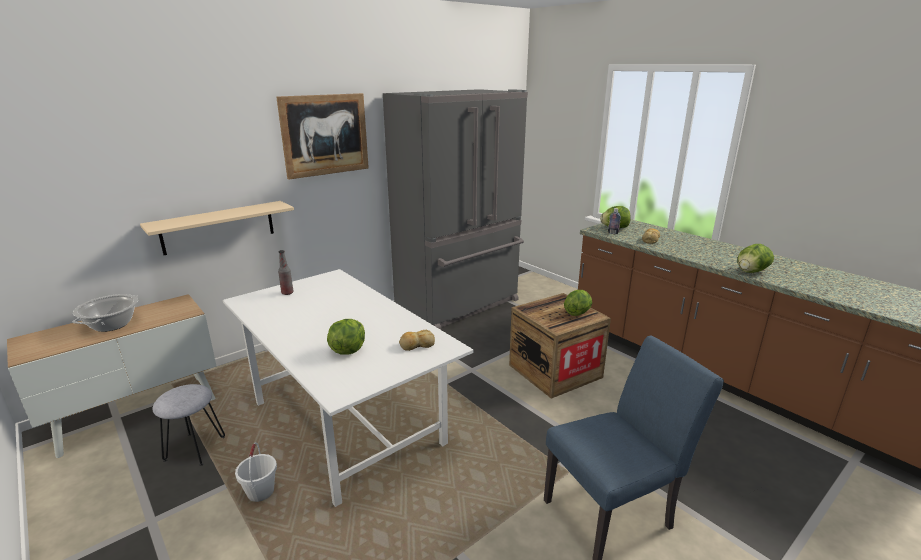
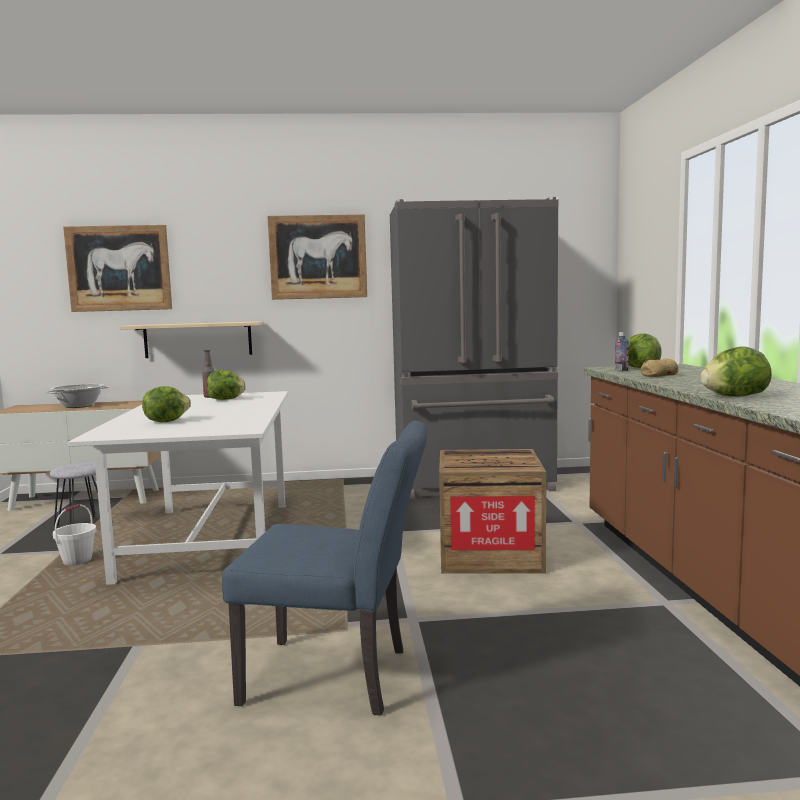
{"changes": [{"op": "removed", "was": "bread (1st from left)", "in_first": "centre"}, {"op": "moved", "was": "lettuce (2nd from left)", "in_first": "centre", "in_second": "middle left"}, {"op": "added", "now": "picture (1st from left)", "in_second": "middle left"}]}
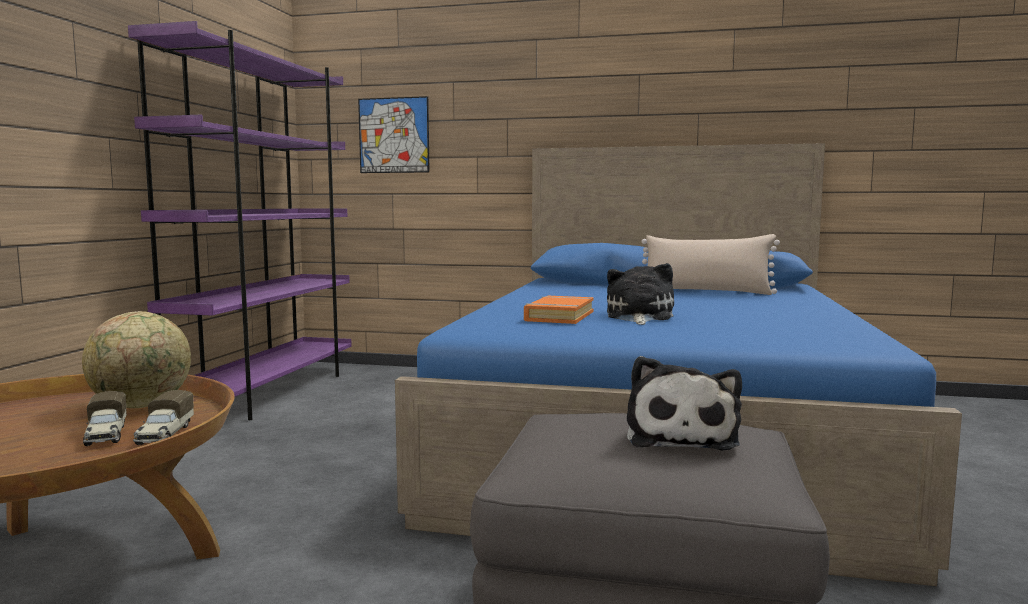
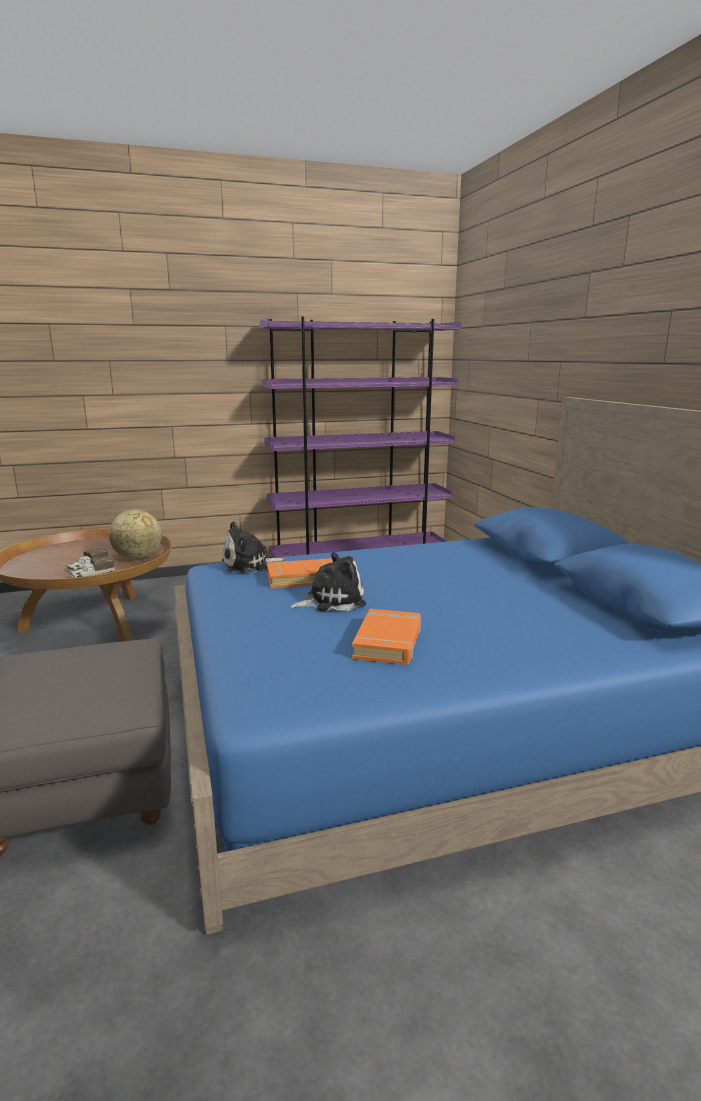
{"changes": [{"op": "removed", "was": "picture", "in_first": "top centre"}, {"op": "moved", "was": "plush toy (2nd from left in the first image)", "now": "plush toy (1st from left)", "in_first": "bottom centre", "in_second": "centre"}, {"op": "removed", "was": "beige pillow", "in_first": "middle right"}, {"op": "added", "now": "orange book (2nd from left)", "in_second": "centre"}]}
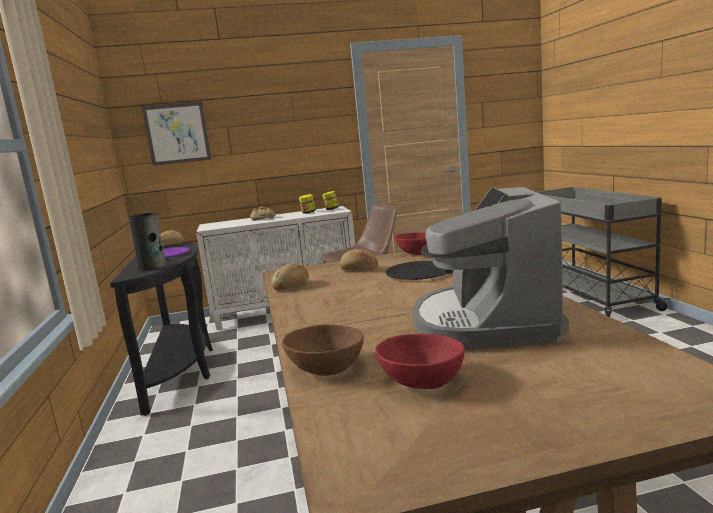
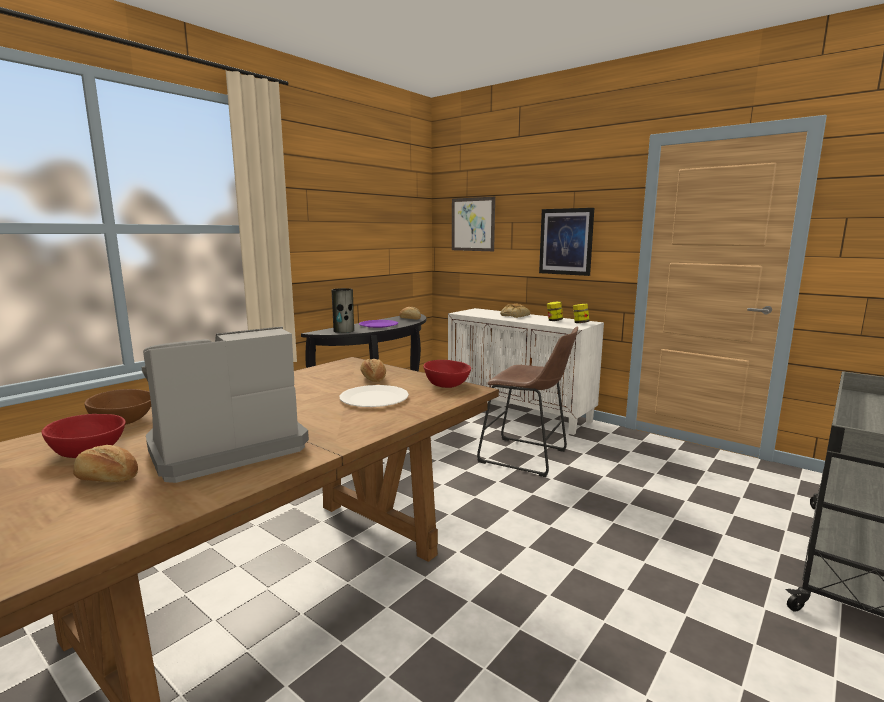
{"changes": [{"op": "moved", "was": "bread (3rd from left in the first image)", "now": "bread (1st from left)", "in_first": "centre", "in_second": "middle left"}, {"op": "recoloured", "was": "black plate", "now": "white plate", "in_first": "centre", "in_second": "centre"}, {"op": "added", "now": "picture (2nd from left)", "in_second": "centre"}]}
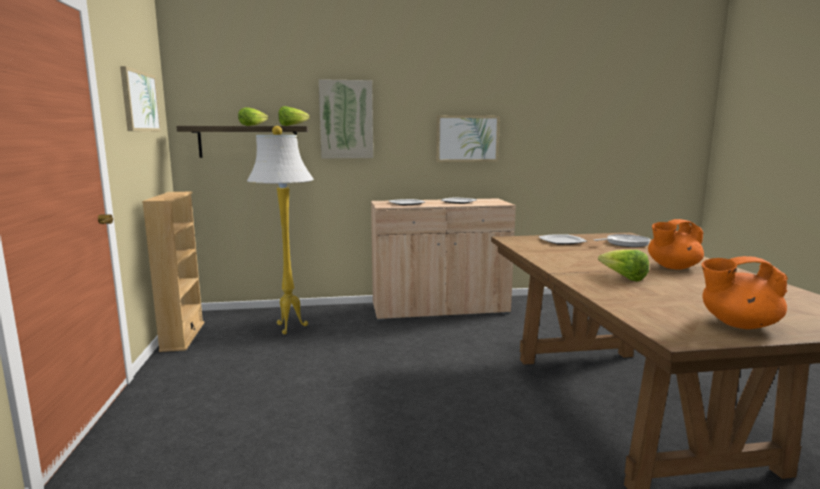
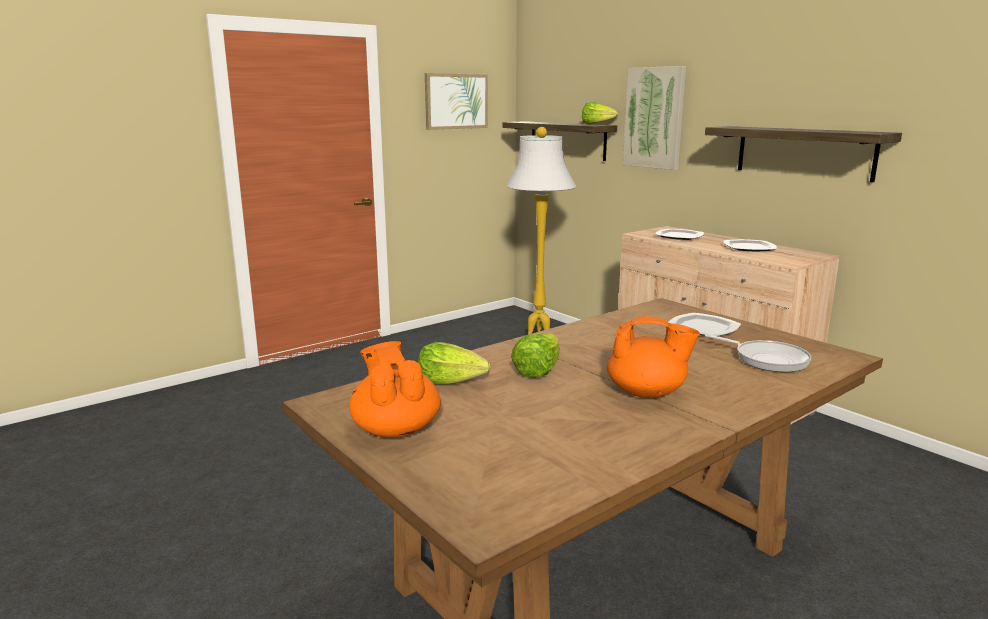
{"changes": [{"op": "removed", "was": "beige bookcase", "in_first": "middle left"}, {"op": "moved", "was": "lettuce (1st from left)", "in_first": "top left", "in_second": "centre"}, {"op": "replaced", "was": "picture (3rd from left)", "now": "shelf (2nd from left)", "in_first": "top centre", "in_second": "top right"}, {"op": "turned", "was": "orange teapot (1st from left in the first image)", "in_first": "middle right", "in_second": "centre", "clockwise": 150}]}
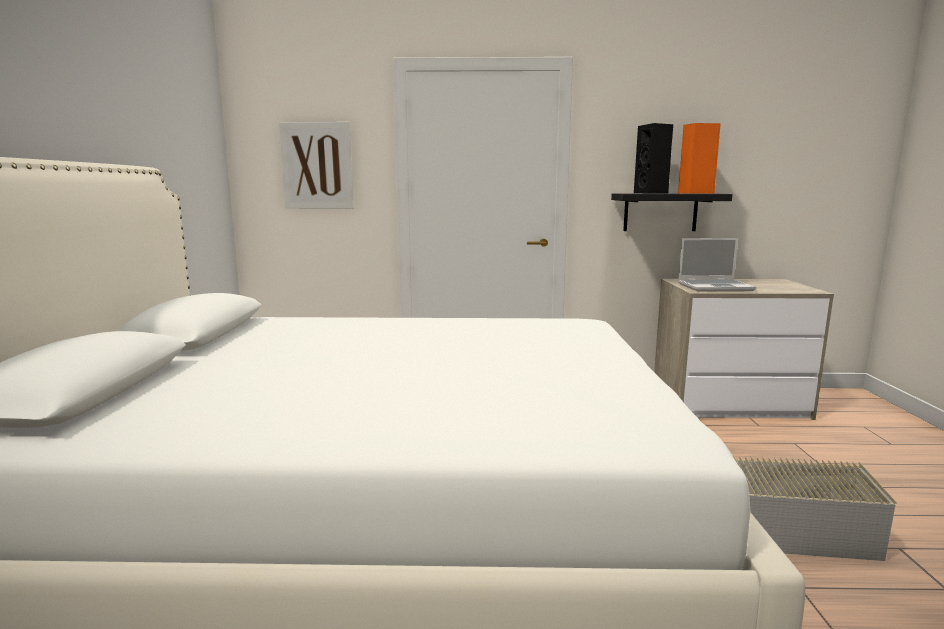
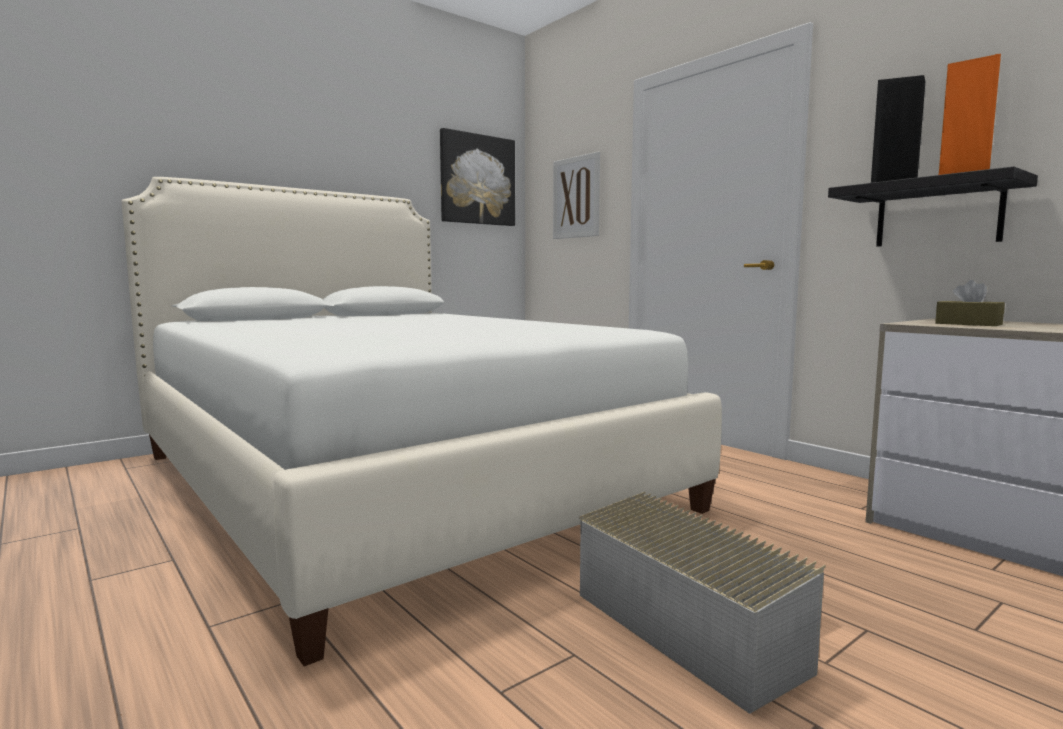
{"changes": [{"op": "replaced", "was": "laptop", "now": "brown tissue box", "in_first": "middle right", "in_second": "middle right"}, {"op": "added", "now": "picture (1st from left)", "in_second": "top centre"}]}
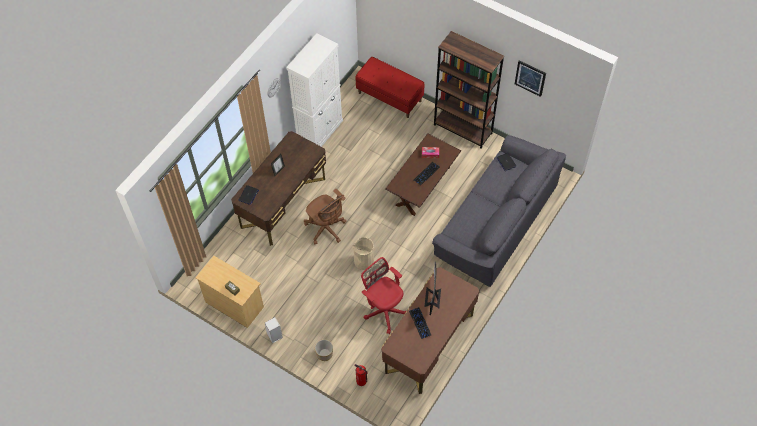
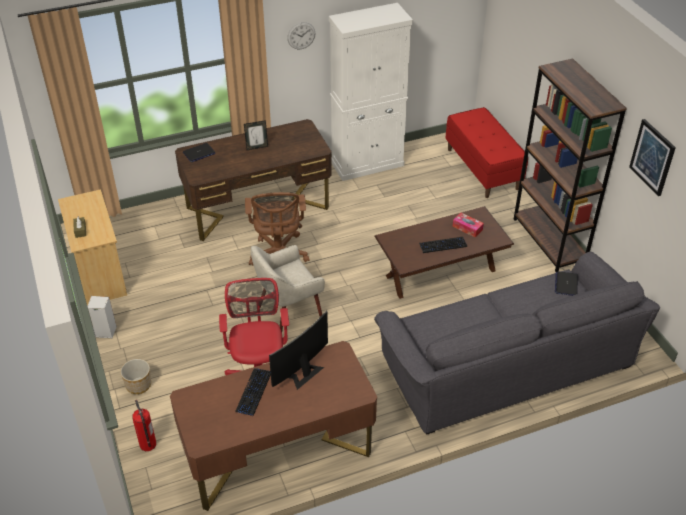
{"changes": [{"op": "replaced", "was": "beige trash can", "now": "beige armchair", "in_first": "centre", "in_second": "centre"}]}
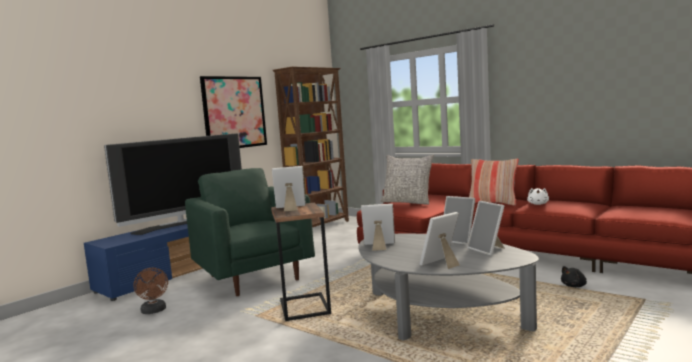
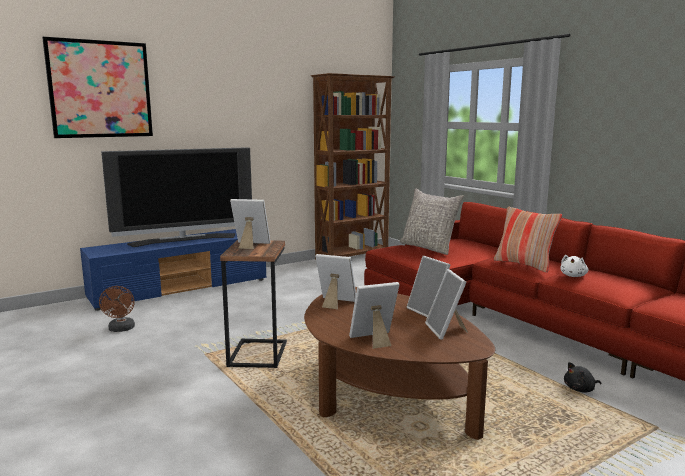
{"changes": [{"op": "removed", "was": "green armchair", "in_first": "centre"}, {"op": "moved", "was": "picture", "in_first": "top centre", "in_second": "top left"}, {"op": "recoloured", "was": "grey coffee table", "now": "brown coffee table", "in_first": "bottom centre", "in_second": "bottom centre"}]}
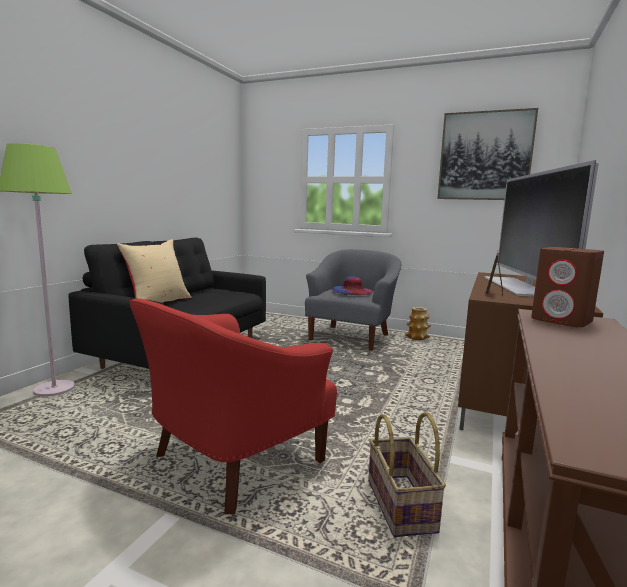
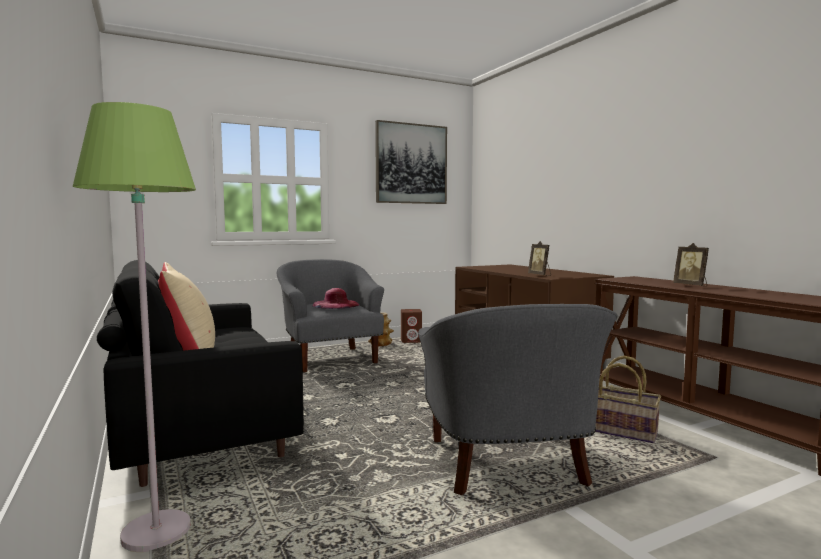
{"changes": [{"op": "recoloured", "was": "red armchair", "now": "grey armchair (2nd from left)", "in_first": "bottom centre", "in_second": "bottom centre"}, {"op": "recoloured", "was": "blue hat", "now": "pink hat", "in_first": "centre", "in_second": "centre"}, {"op": "removed", "was": "television", "in_first": "middle right"}, {"op": "moved", "was": "brown speaker", "in_first": "middle right", "in_second": "centre"}, {"op": "added", "now": "picture frame (2nd from left)", "in_second": "middle right"}]}
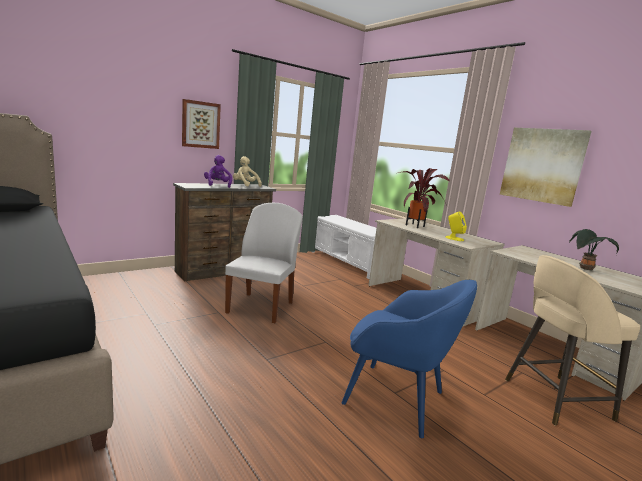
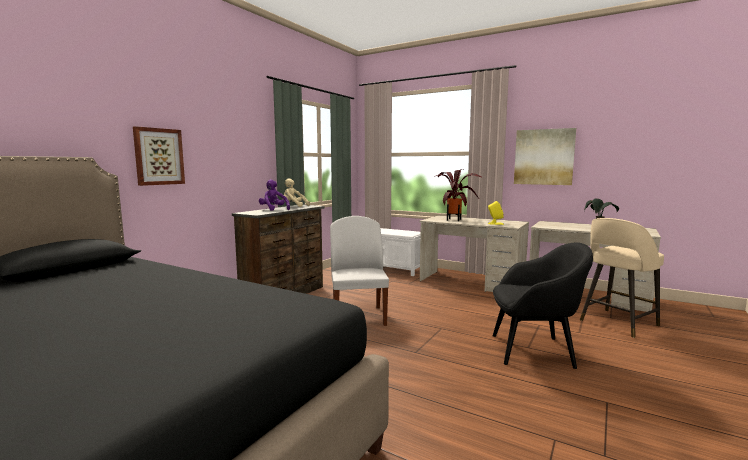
{"changes": [{"op": "moved", "was": "picture (1st from left)", "in_first": "top left", "in_second": "middle left"}, {"op": "recoloured", "was": "blue armchair", "now": "black armchair", "in_first": "bottom centre", "in_second": "middle right"}]}
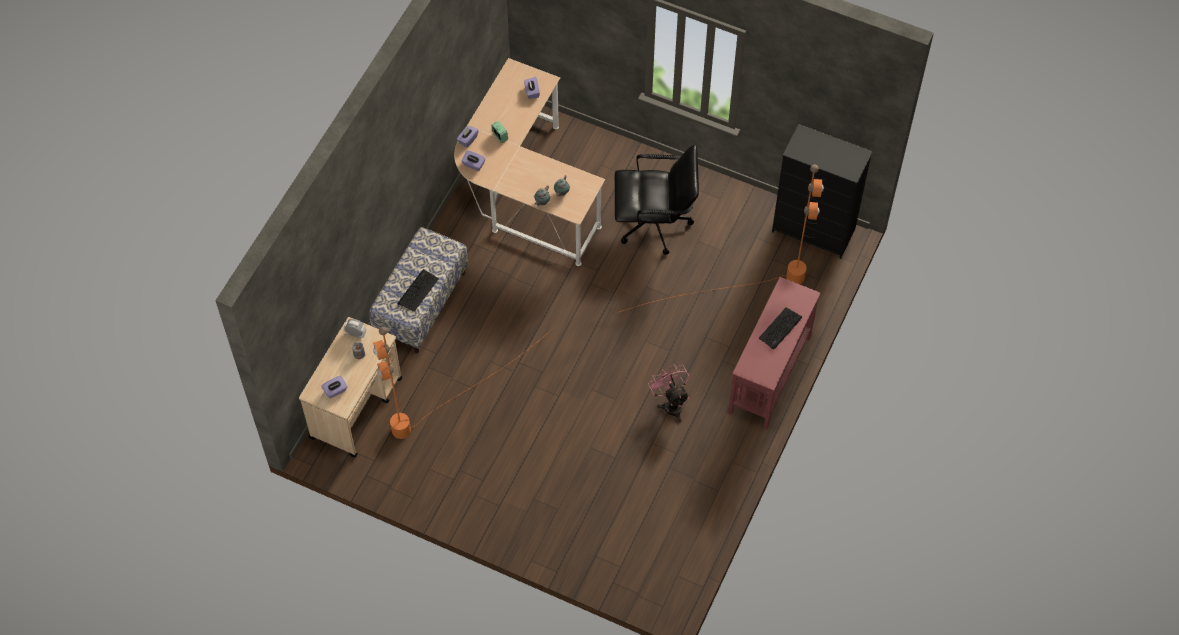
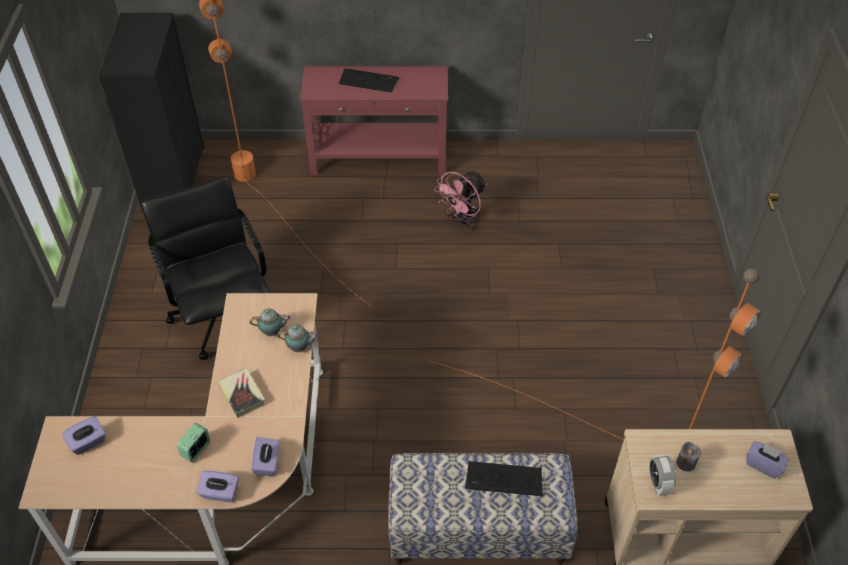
{"changes": [{"op": "added", "now": "book", "in_second": "bottom left"}]}
